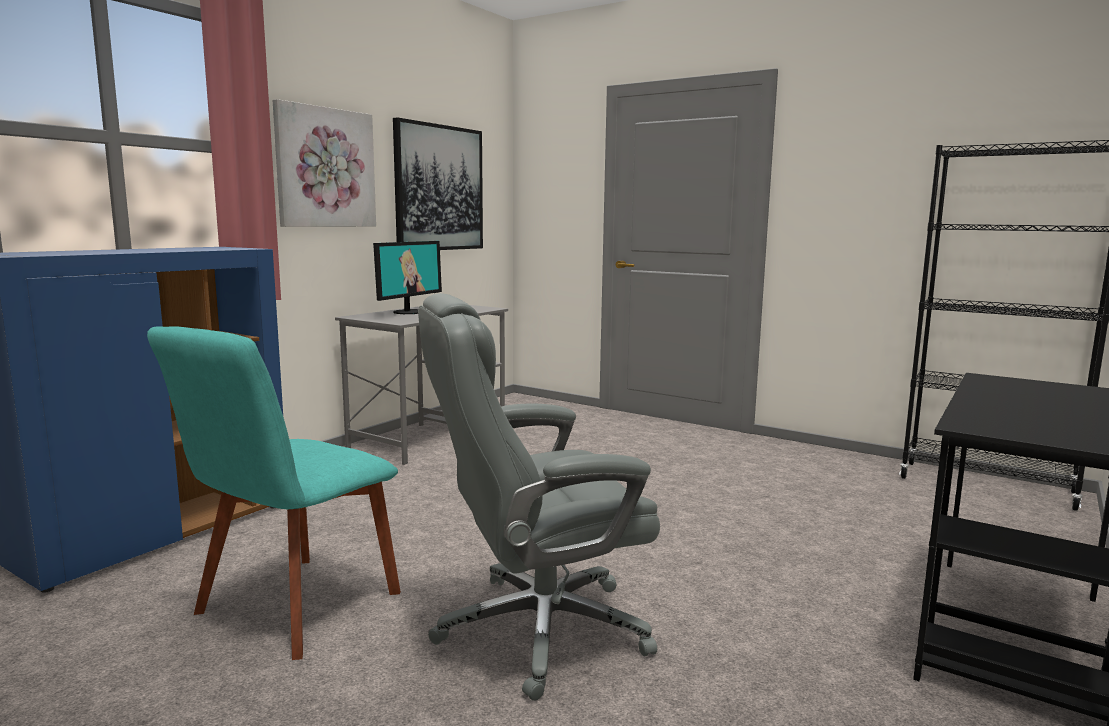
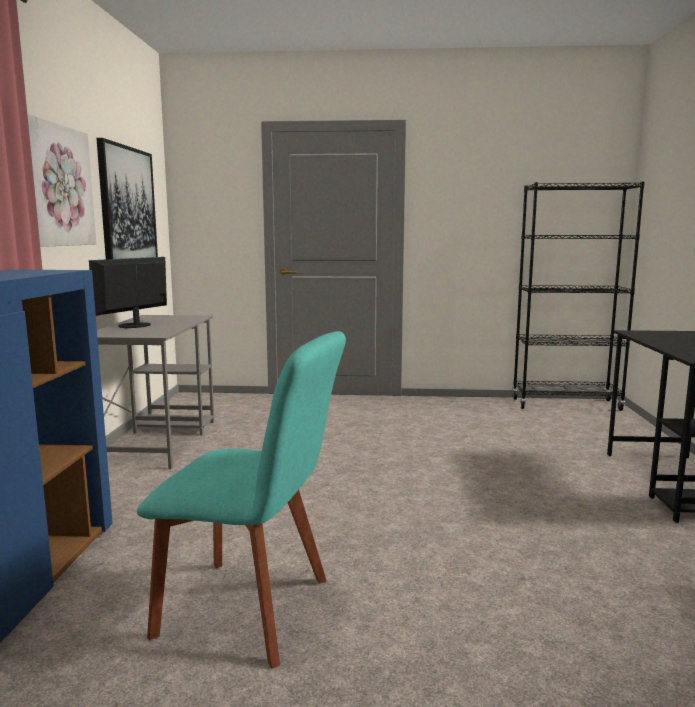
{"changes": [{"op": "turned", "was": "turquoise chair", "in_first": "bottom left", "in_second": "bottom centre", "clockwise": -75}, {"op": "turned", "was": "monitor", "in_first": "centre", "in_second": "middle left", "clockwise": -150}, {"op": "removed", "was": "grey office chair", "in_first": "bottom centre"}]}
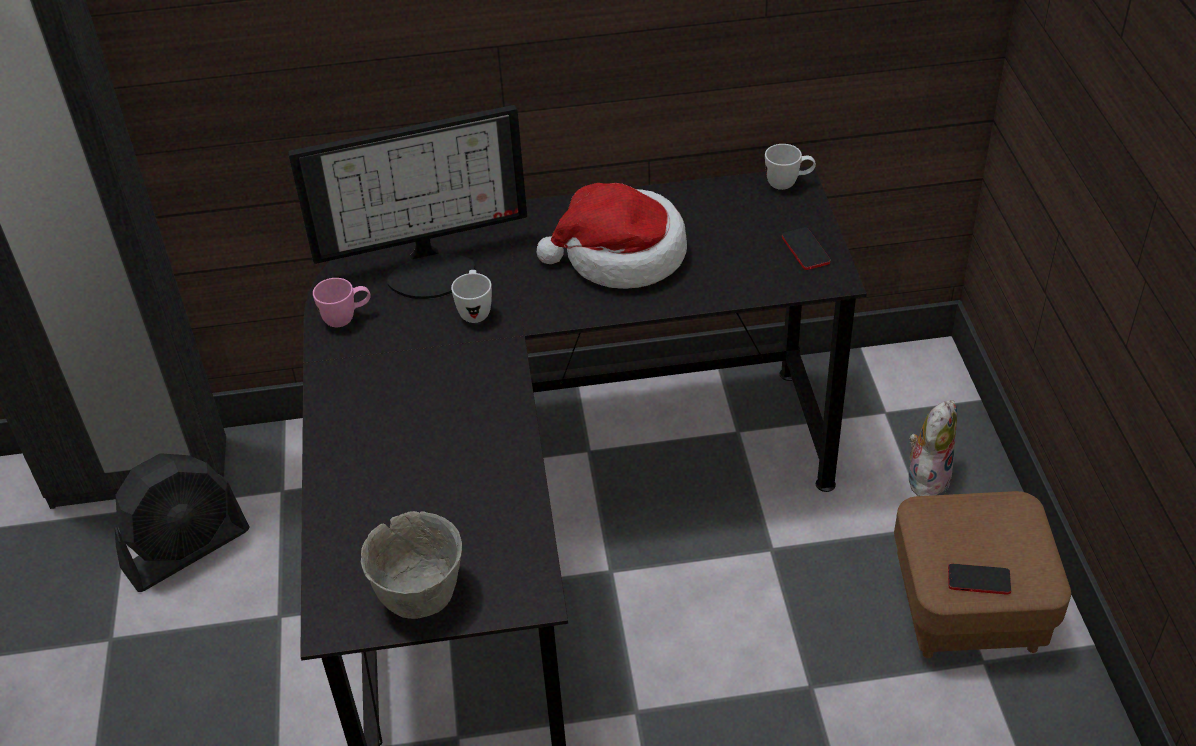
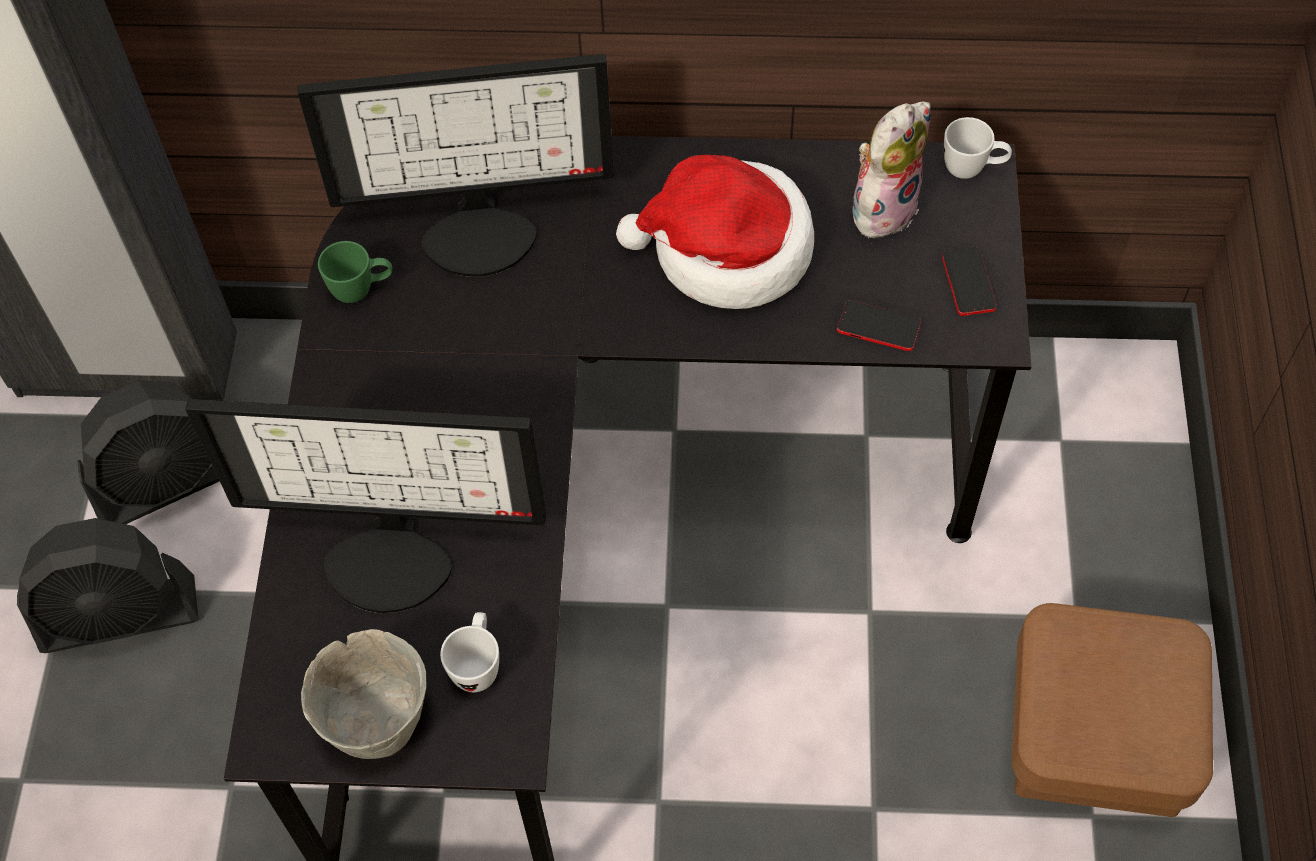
{"changes": [{"op": "recoloured", "was": "pink mug", "now": "green mug", "in_first": "middle left", "in_second": "top left"}, {"op": "moved", "was": "white mug (1st from left)", "in_first": "centre", "in_second": "bottom centre"}, {"op": "moved", "was": "plush toy", "in_first": "middle right", "in_second": "top right"}, {"op": "moved", "was": "phone (2nd from left in the first image)", "now": "phone (1st from left)", "in_first": "bottom right", "in_second": "middle right"}, {"op": "added", "now": "black fan (1st from left)", "in_second": "bottom left"}, {"op": "added", "now": "monitor (1st from left)", "in_second": "middle left"}]}
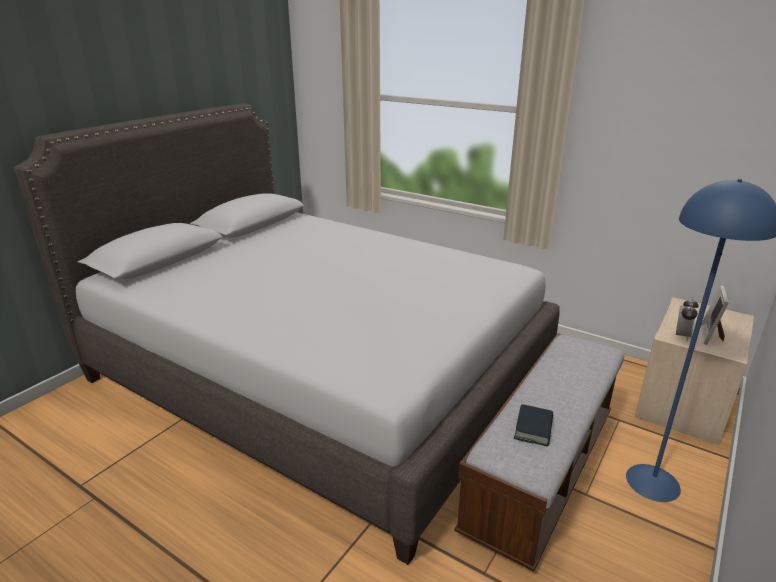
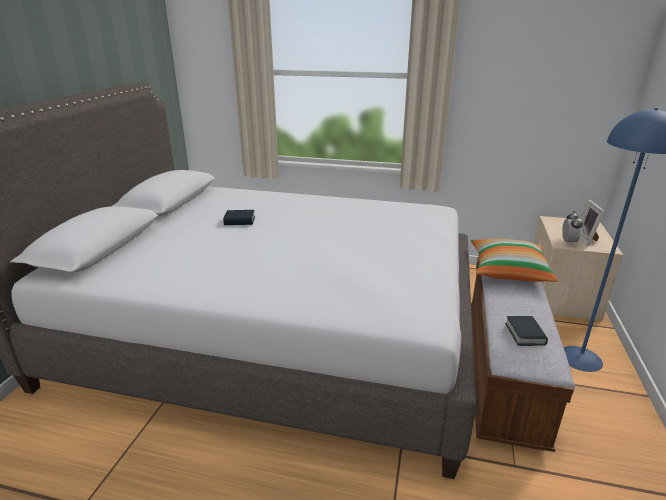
{"changes": [{"op": "added", "now": "book (1st from left)", "in_second": "centre"}, {"op": "added", "now": "pillow", "in_second": "middle right"}]}
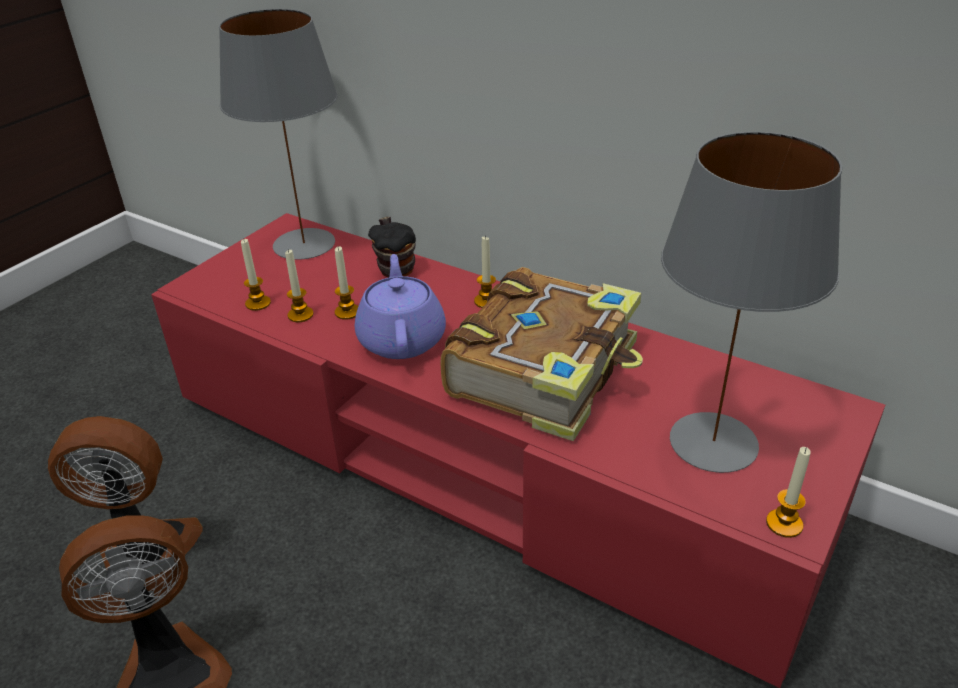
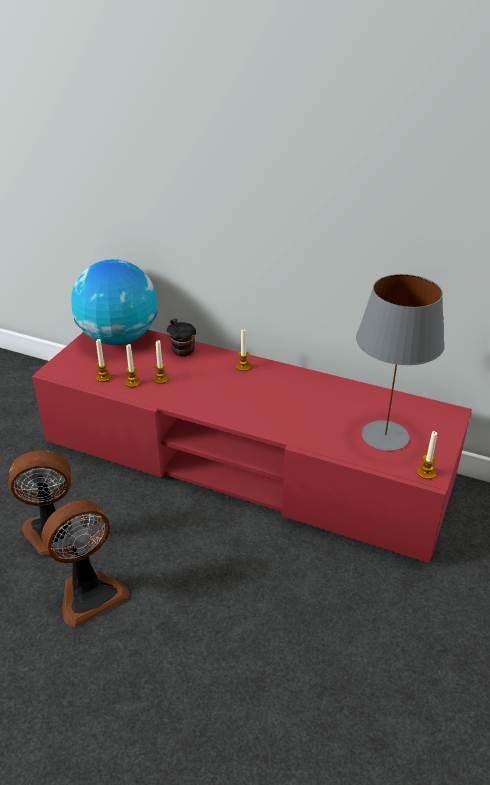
{"changes": [{"op": "replaced", "was": "grey table lamp (1st from left)", "now": "globe", "in_first": "top left", "in_second": "middle left"}, {"op": "removed", "was": "purple teapot", "in_first": "centre"}, {"op": "removed", "was": "book", "in_first": "centre"}]}
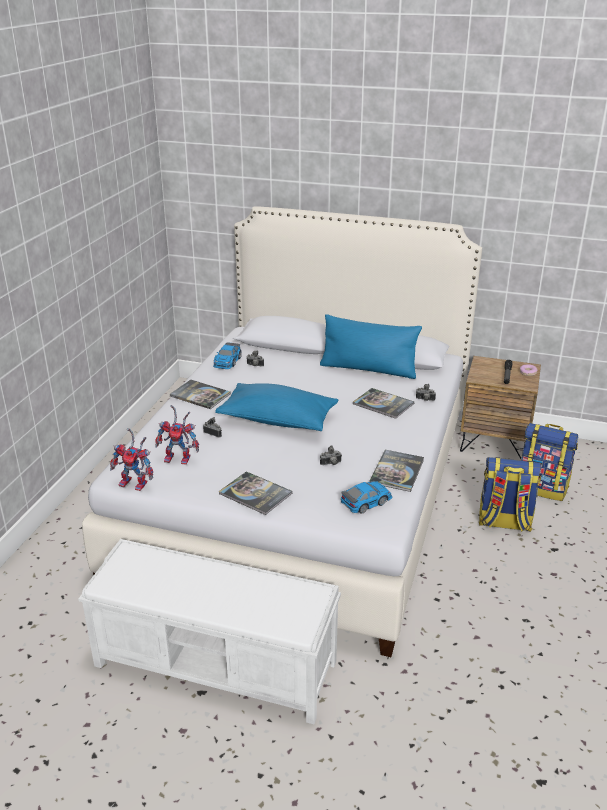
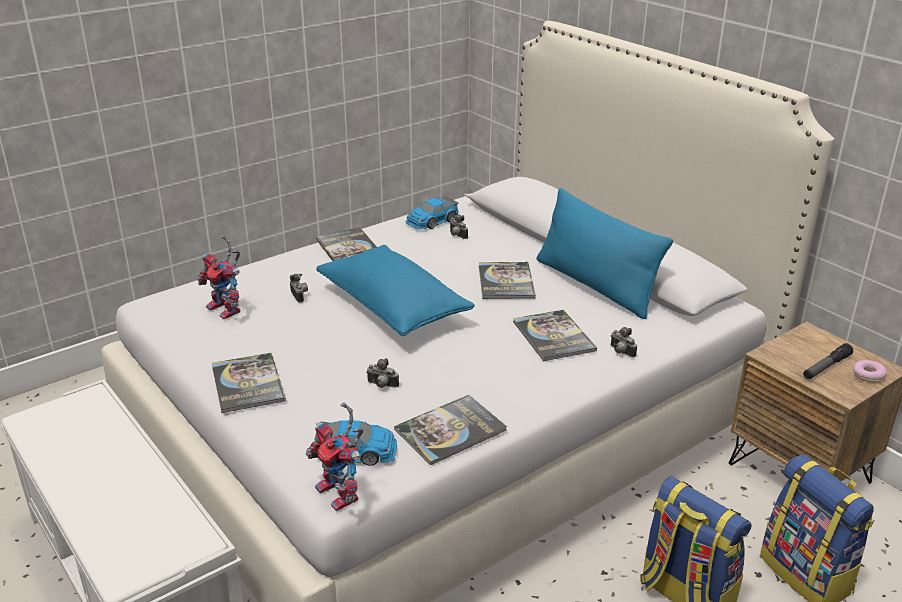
{"changes": [{"op": "moved", "was": "toy robot (1st from left in the first image)", "now": "toy robot (2nd from left)", "in_first": "middle left", "in_second": "bottom centre"}, {"op": "added", "now": "book (4th from left)", "in_second": "centre"}]}
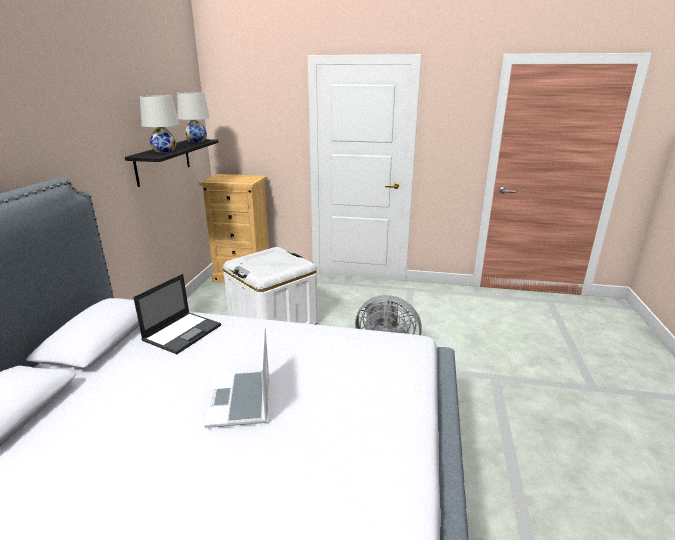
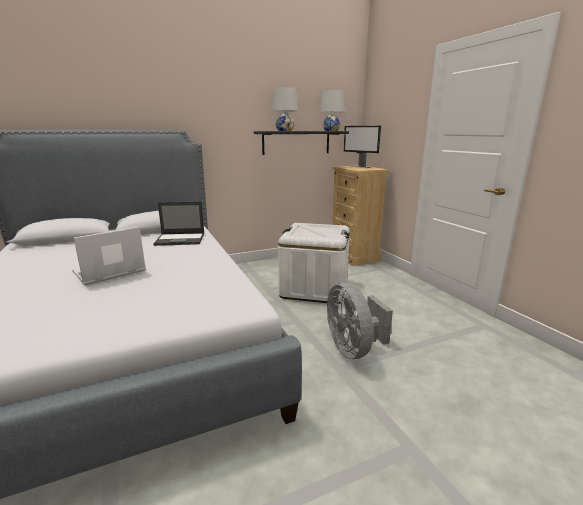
{"changes": [{"op": "added", "now": "monitor", "in_second": "top centre"}]}
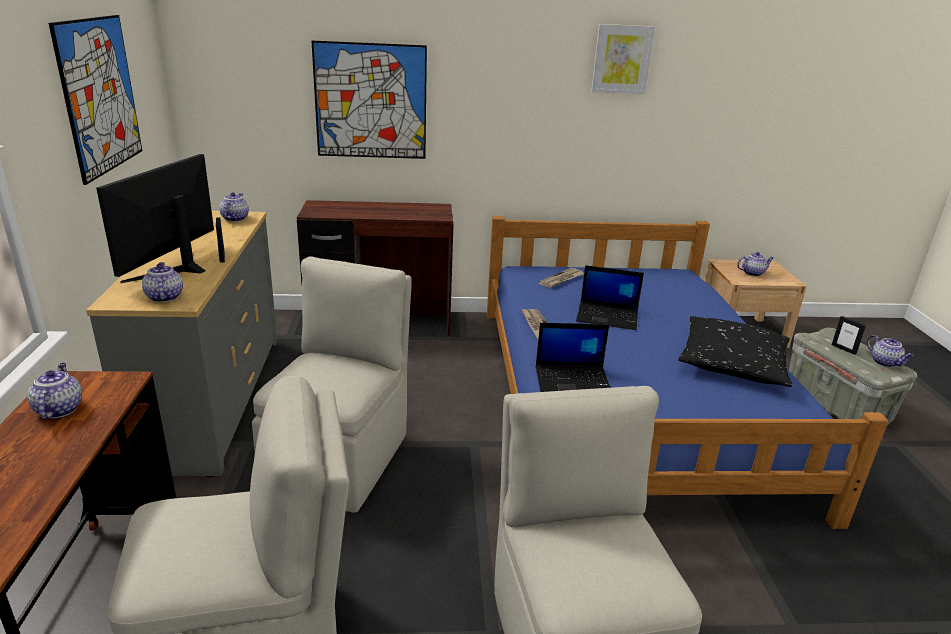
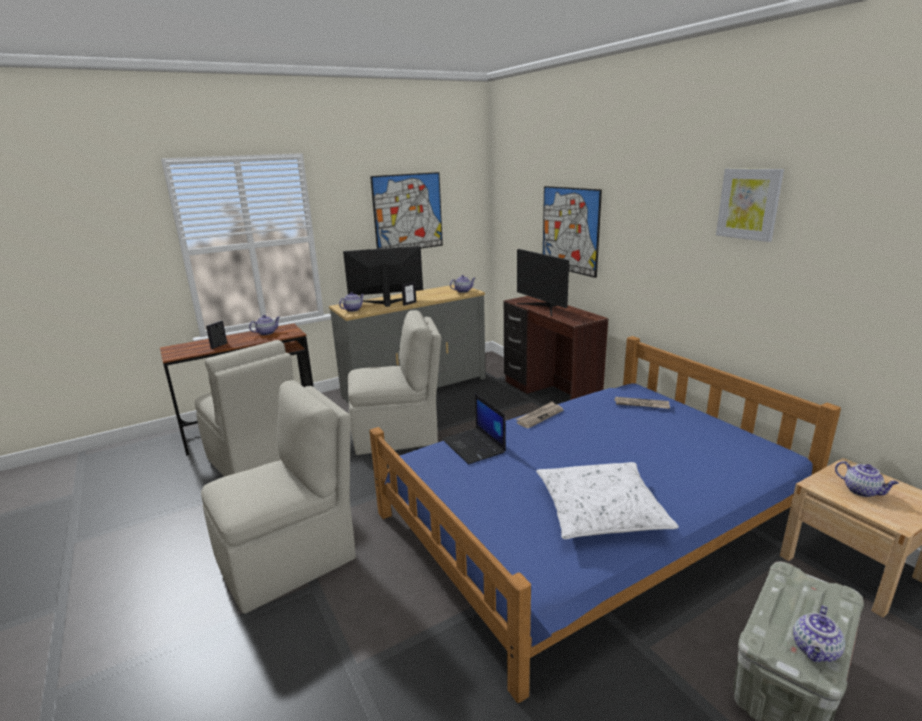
{"changes": [{"op": "removed", "was": "laptop (2nd from left)", "in_first": "centre"}, {"op": "recoloured", "was": "black pillow", "now": "white pillow", "in_first": "middle right", "in_second": "bottom centre"}, {"op": "moved", "was": "picture frame (2nd from left in the first image)", "now": "picture frame (1st from left)", "in_first": "middle right", "in_second": "middle left"}, {"op": "added", "now": "monitor (2nd from left)", "in_second": "centre"}]}
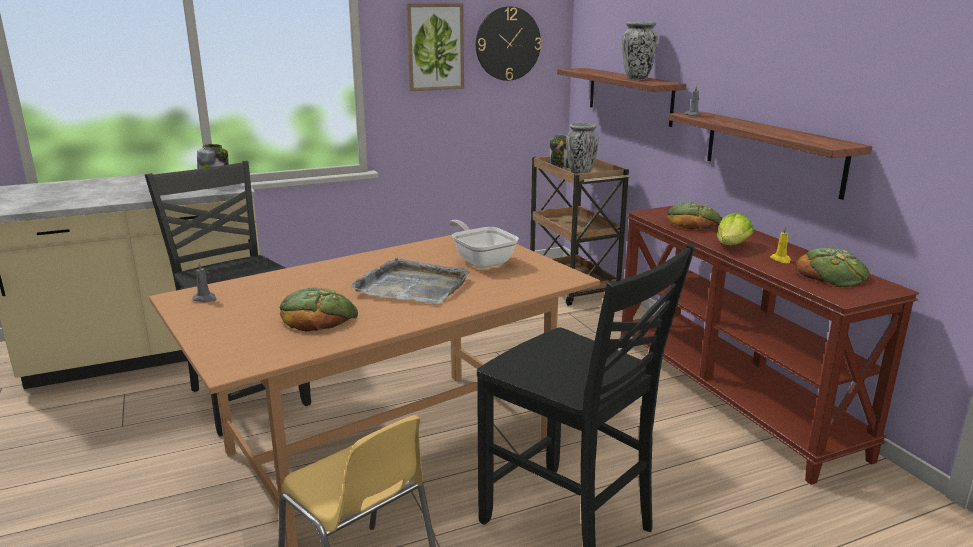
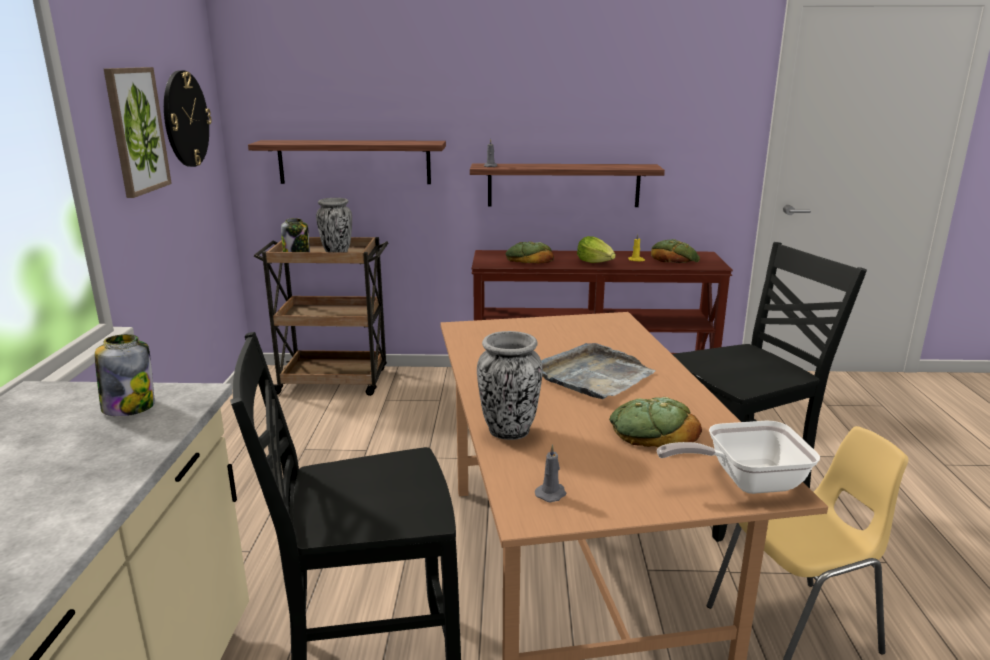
{"changes": [{"op": "moved", "was": "frying pan", "in_first": "centre", "in_second": "bottom right"}, {"op": "moved", "was": "vase (2nd from left)", "in_first": "top centre", "in_second": "centre"}]}
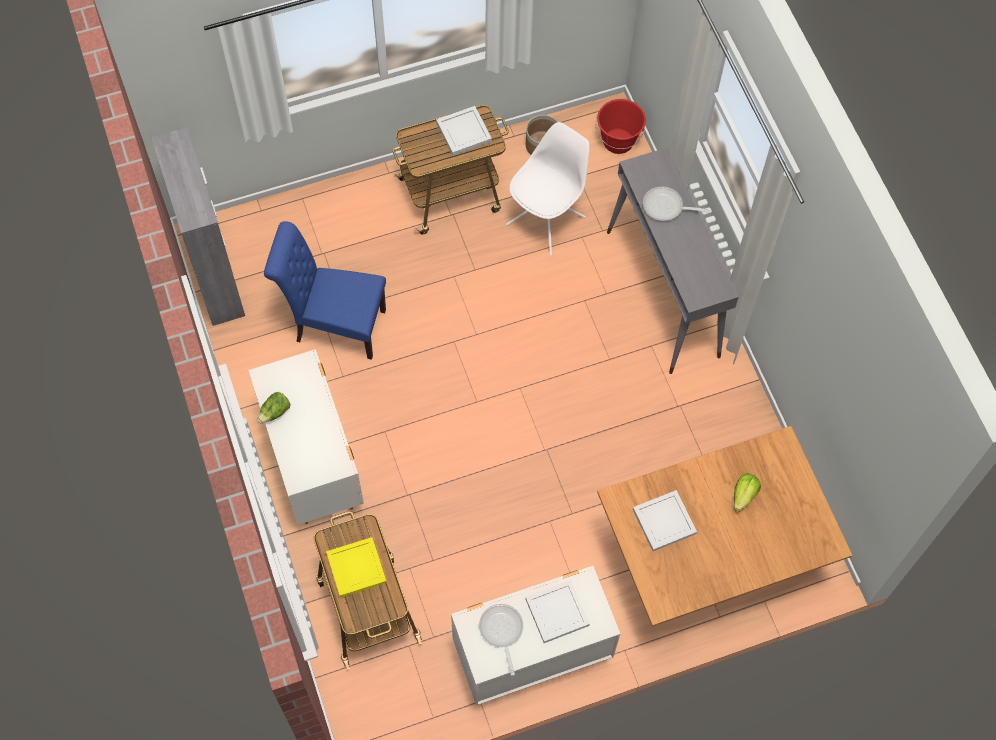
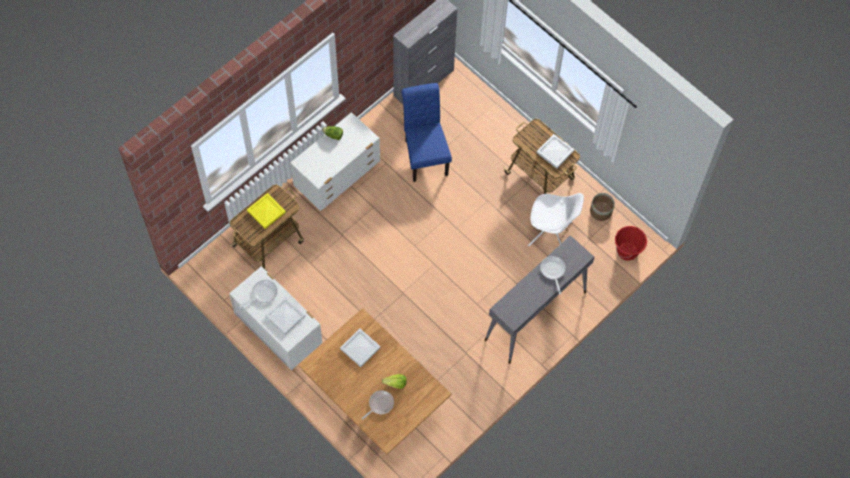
{"changes": [{"op": "added", "now": "frying pan (2nd from left)", "in_second": "bottom centre"}]}
